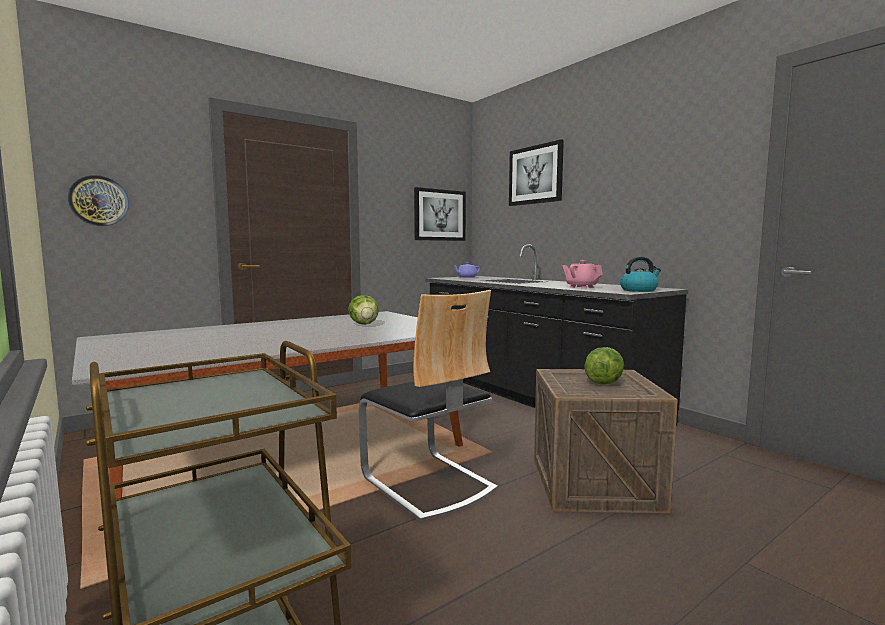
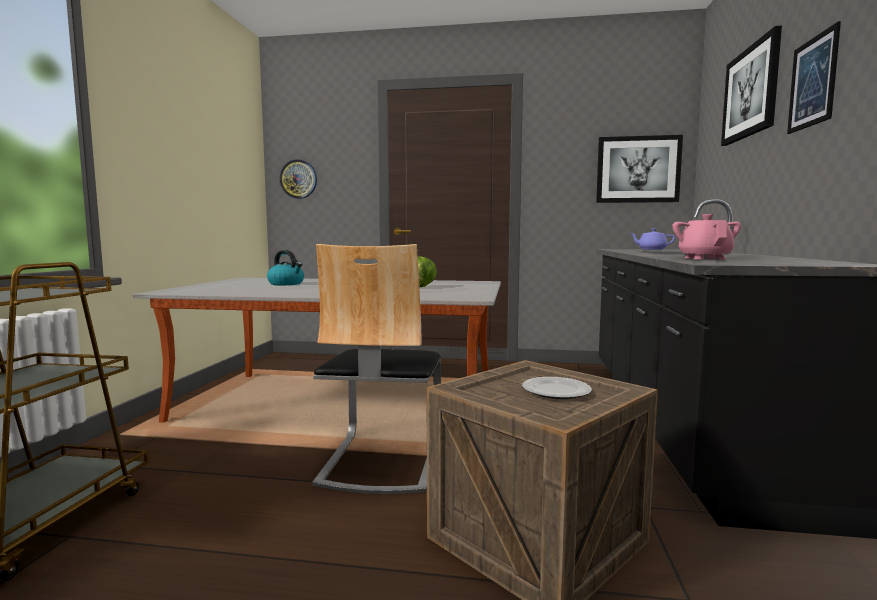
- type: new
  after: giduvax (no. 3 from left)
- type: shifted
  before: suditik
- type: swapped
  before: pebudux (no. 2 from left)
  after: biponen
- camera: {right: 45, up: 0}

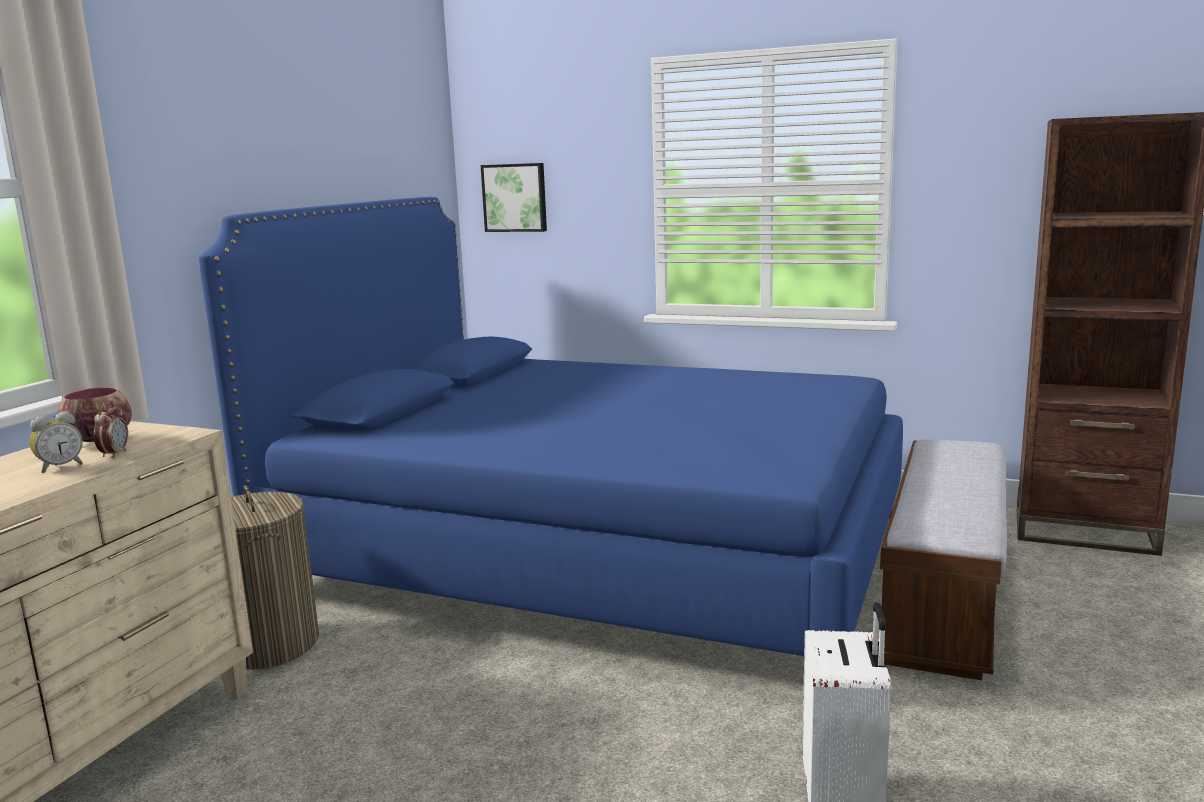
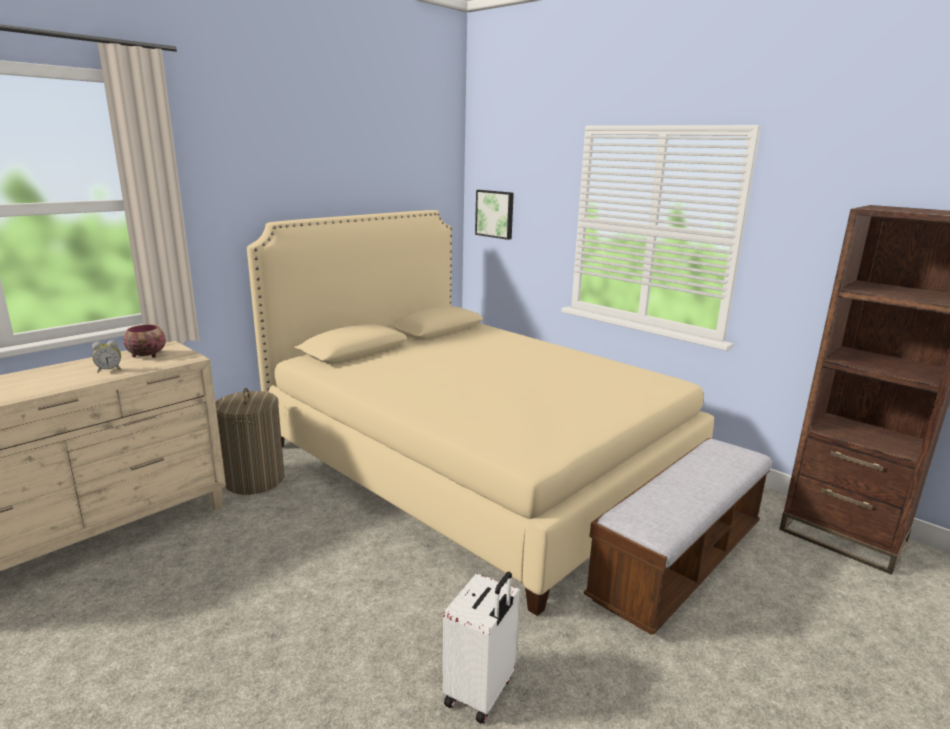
- type: gone
  before: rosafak (no. 2 from left)
- type: repainted
  before: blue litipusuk
  after: beige litipusuk
- camera: {right: 20, up: 5}

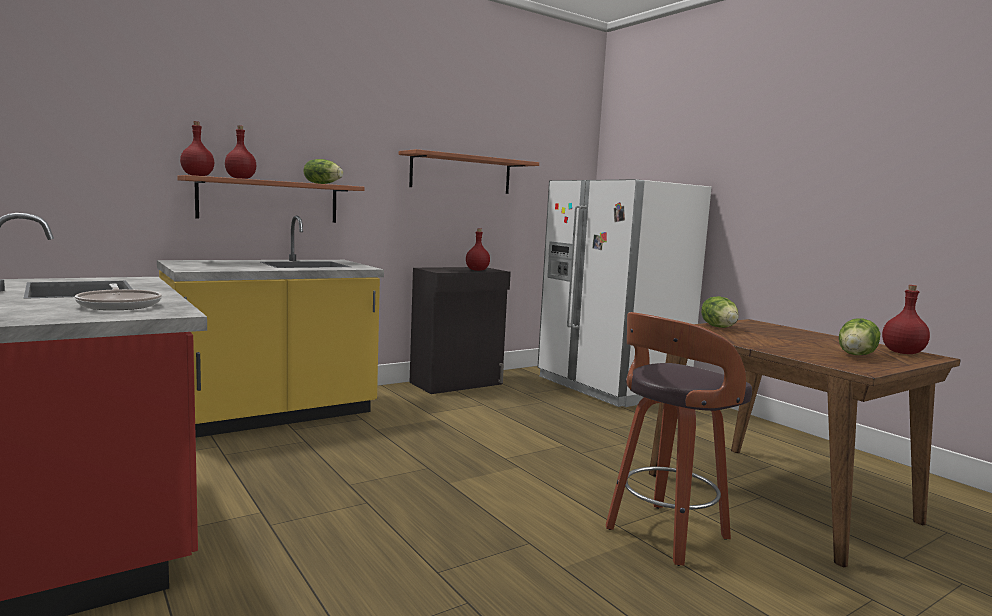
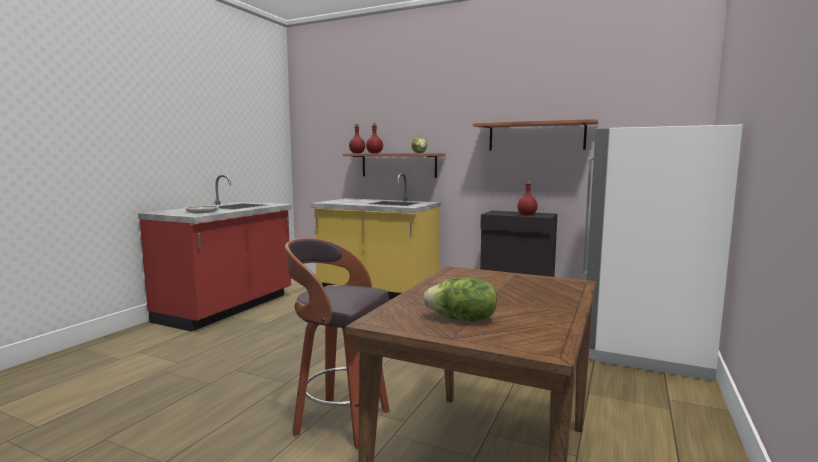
- type: gone
  before: pebudux (no. 2 from left)
- type: gone
  before: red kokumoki (no. 4 from left)
- camera: {right: 60, up: 0}

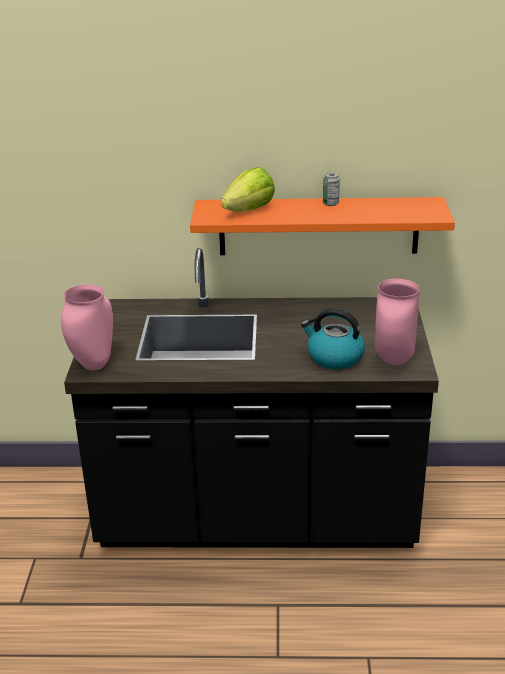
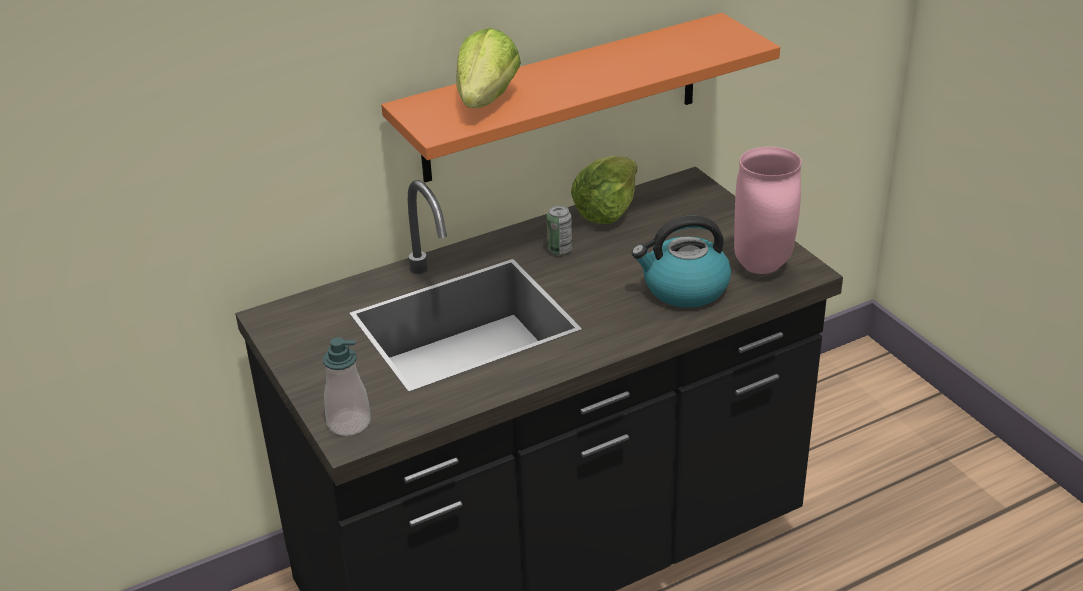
- type: new
  after: pebudux (no. 2 from left)
- type: shifted
  before: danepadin
- type: swapped
  before: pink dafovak (no. 1 from left)
  after: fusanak
- camera: {right: -30, up: 5}

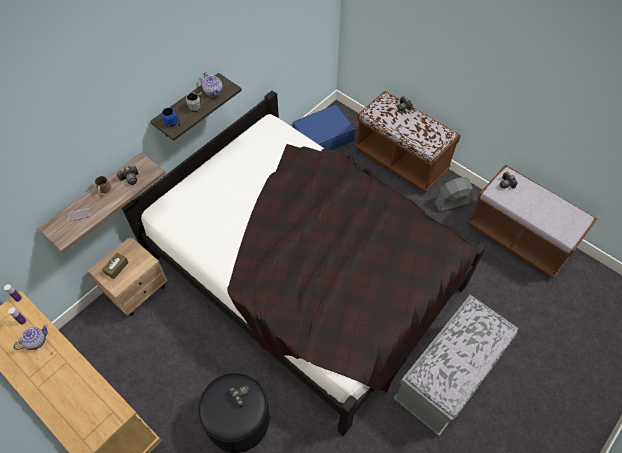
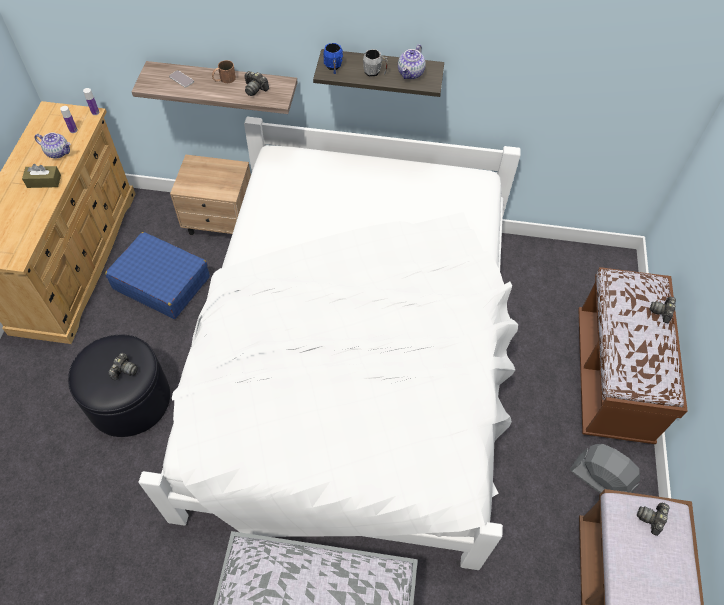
- type: shifted
  before: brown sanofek
- type: shifted
  before: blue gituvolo
- type: repainted
  before: black litipusuk
  after: white litipusuk
- camera: {right: 55, up: 0}

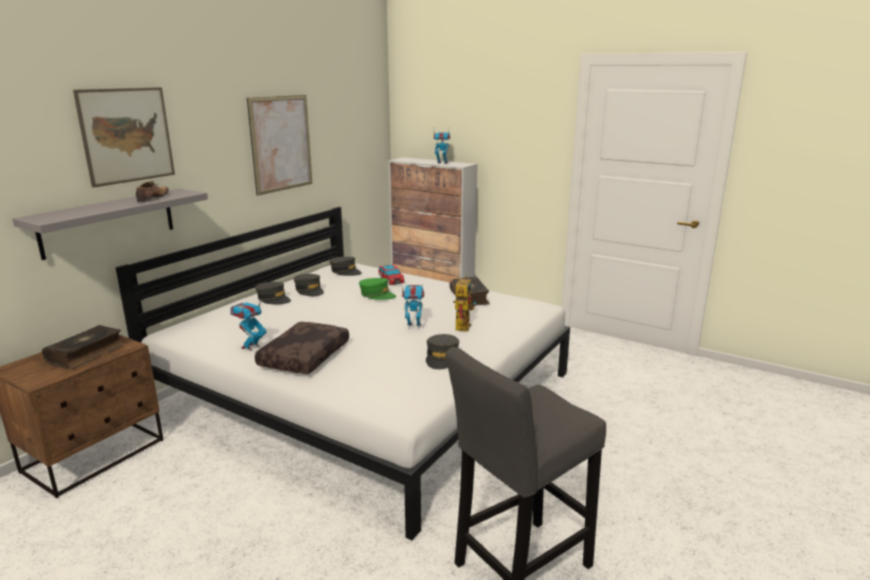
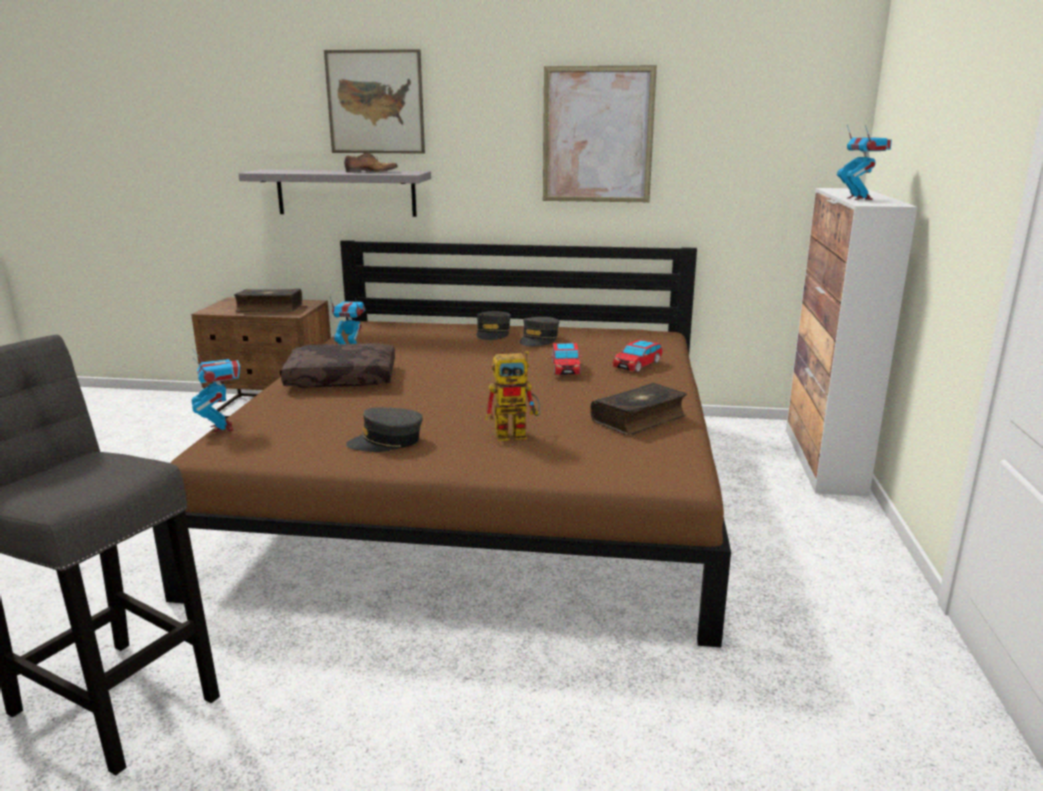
- type: gone
  before: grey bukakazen (no. 3 from left)
- type: shifted
  before: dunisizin (no. 2 from left in the first image)
  after: dunisizin (no. 1 from left)
- type: swapped
  before: green bukakazen
  after: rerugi (no. 1 from left)
- type: repainted
  before: white litipusuk
  after: brown litipusuk
- camera: {right: 65, up: 0}

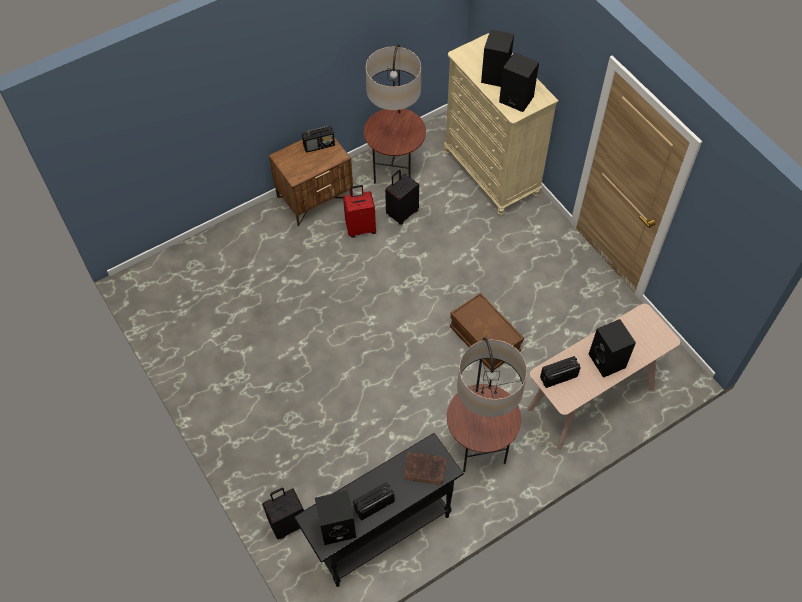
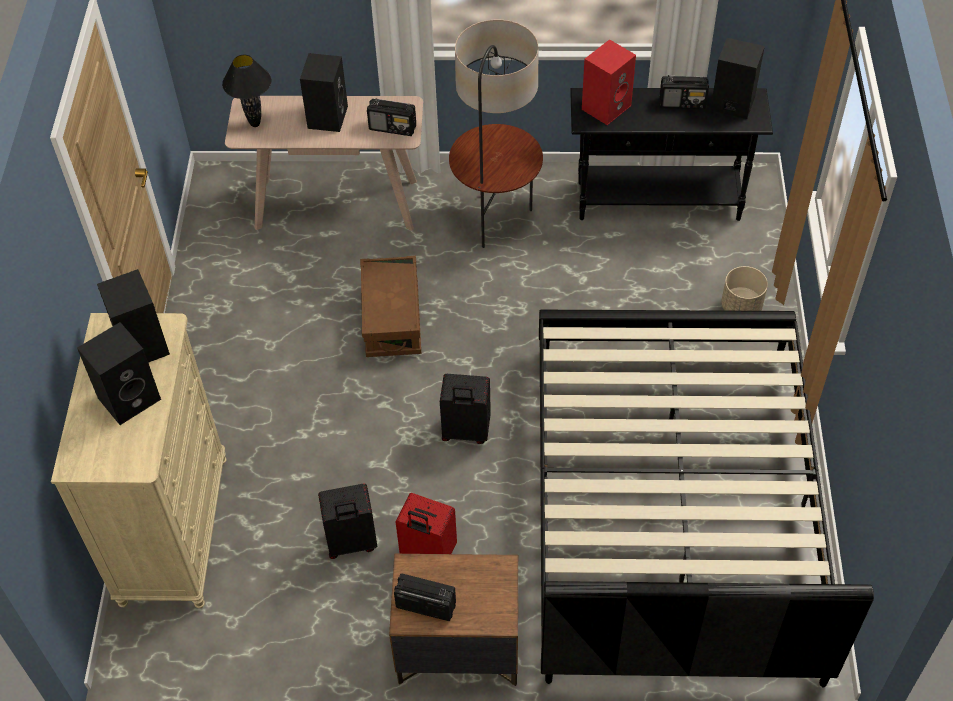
- type: gone
  before: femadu (no. 1 from left)
- type: new
  after: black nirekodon
- type: new
  after: black litipusuk
- type: new
  after: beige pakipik
- type: shifted
  before: black gituvolo (no. 1 from left in the first image)
  after: black gituvolo (no. 2 from left)
- type: swapped
  before: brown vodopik
  after: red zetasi
- camera: {right: -145, up: -5}

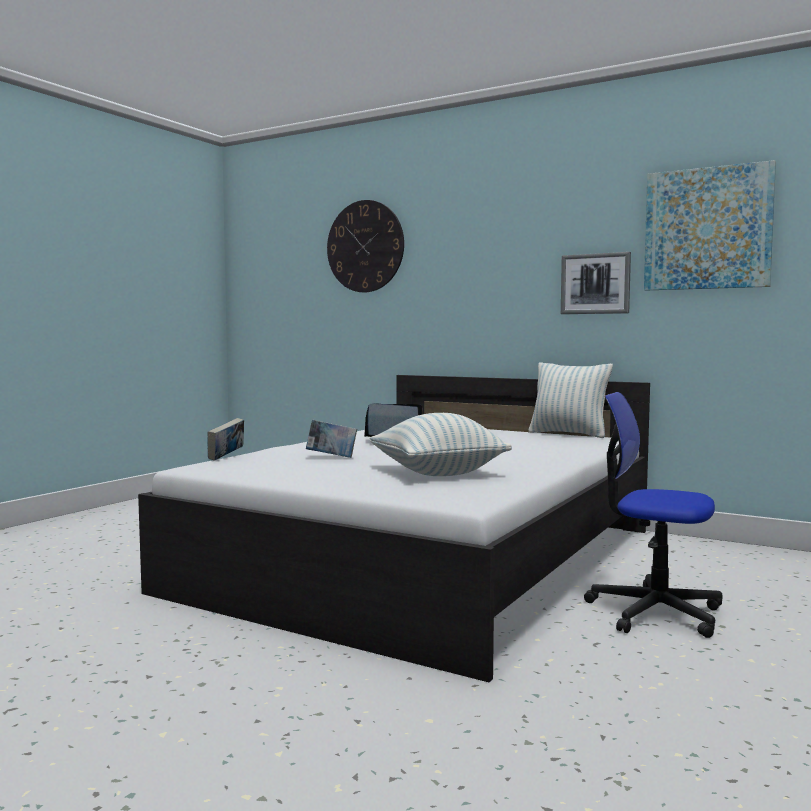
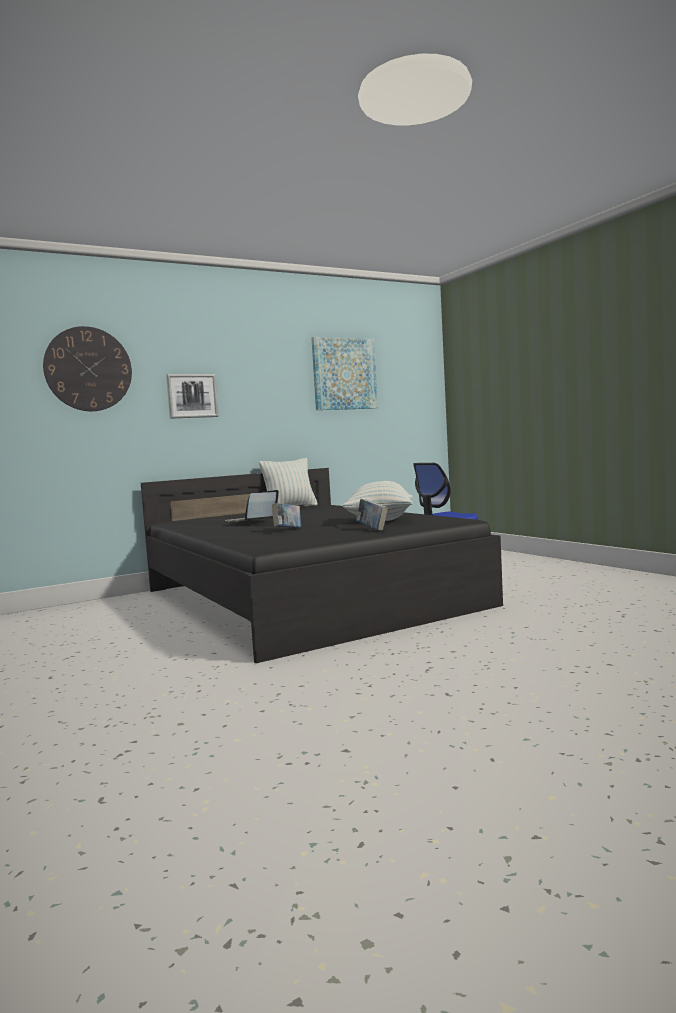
- type: shifted
  before: vodopik (no. 1 from left in the first image)
  after: vodopik (no. 2 from left)
- type: shifted
  before: giduvax (no. 1 from left)
- type: repainted
  before: white litipusuk
  after: black litipusuk
- camera: {right: -60, up: 0}

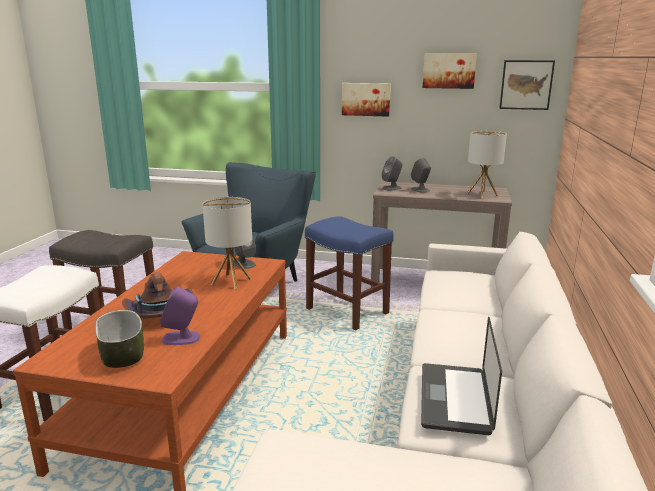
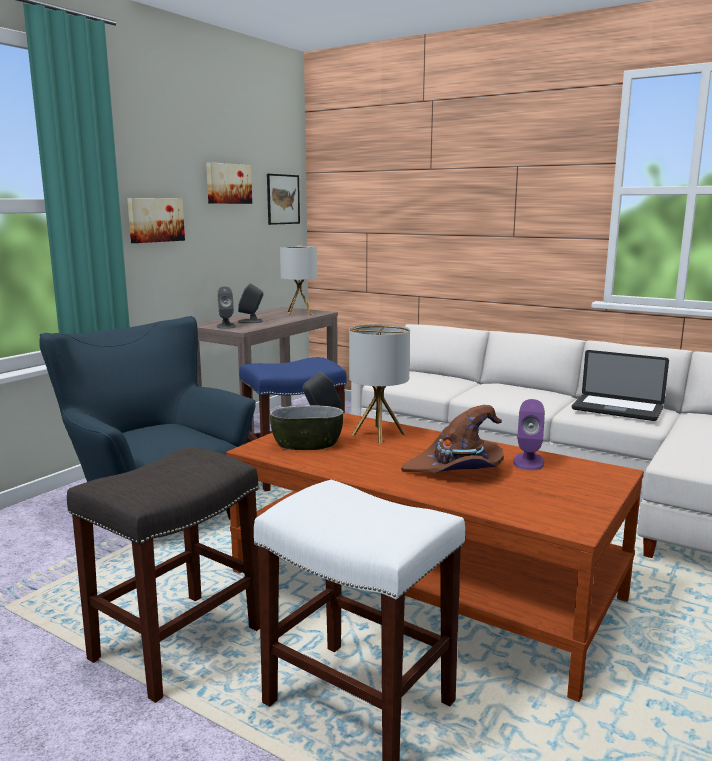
- type: shifted
  before: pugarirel
- camera: {right: -70, up: -5}

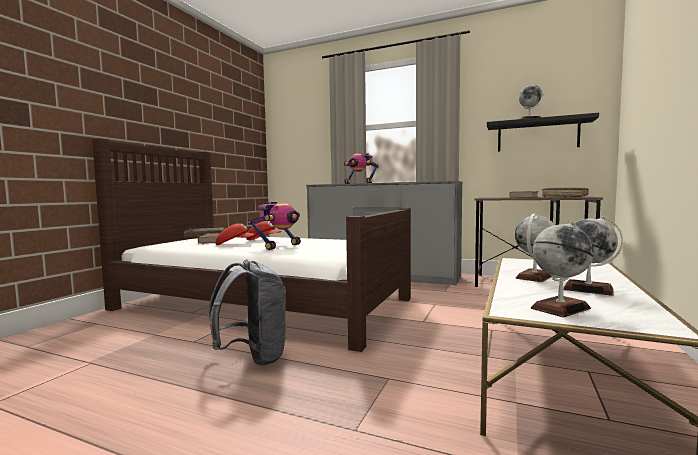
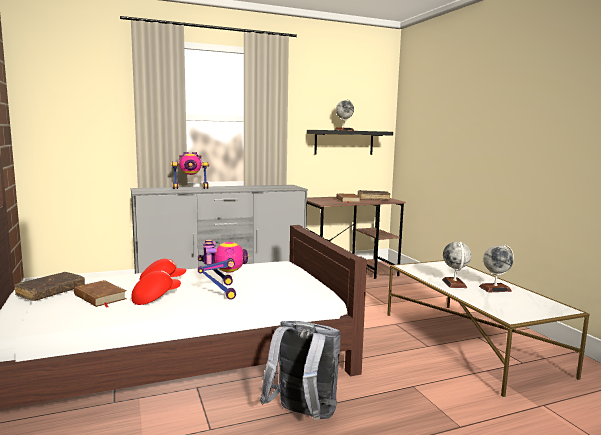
- type: gone
  before: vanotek (no. 3 from left)
- camera: {right: -45, up: 5}

